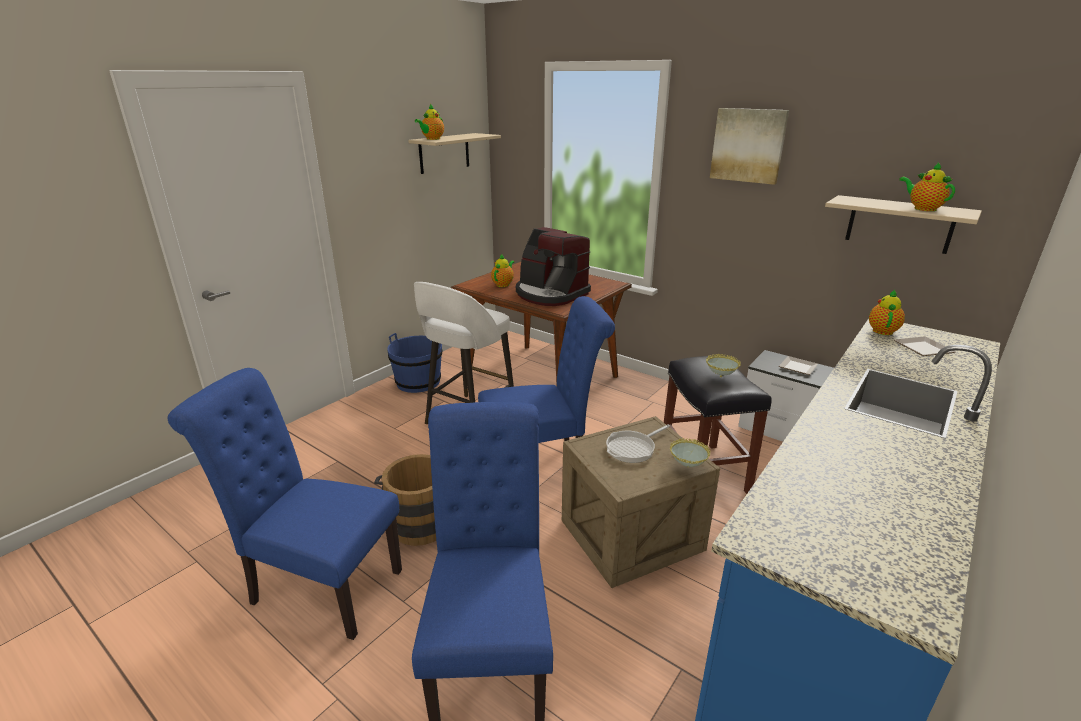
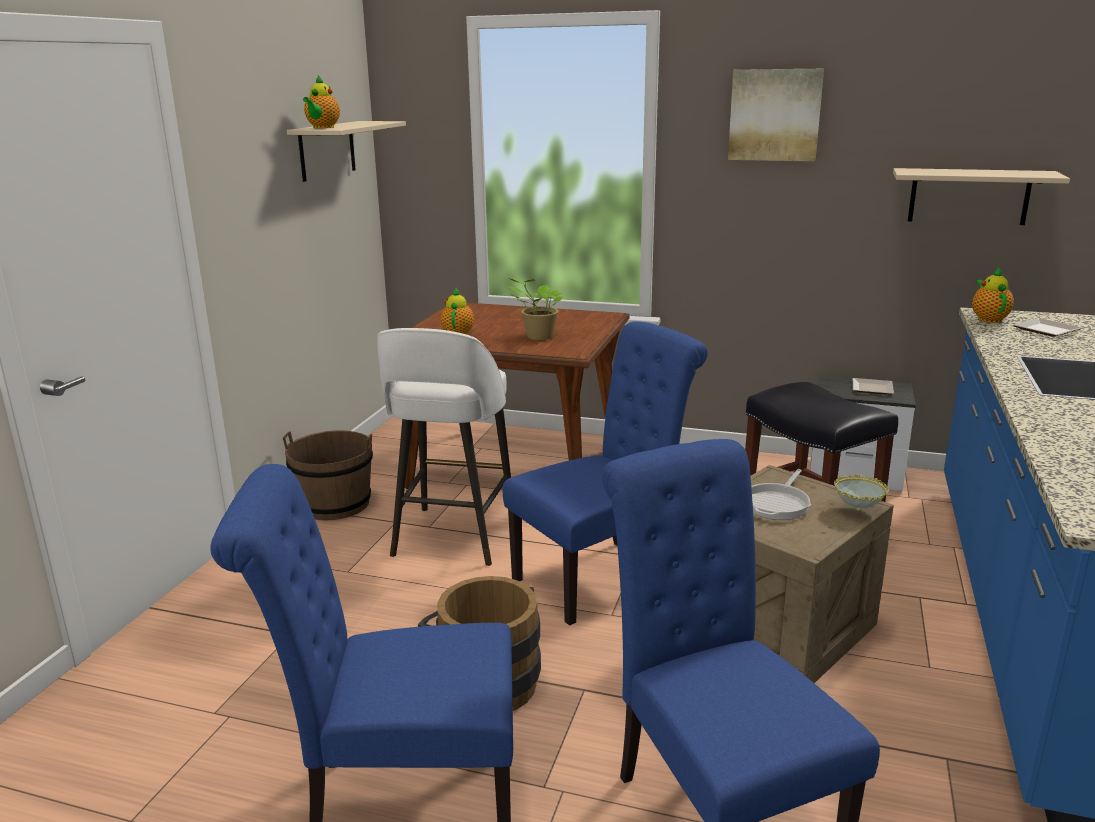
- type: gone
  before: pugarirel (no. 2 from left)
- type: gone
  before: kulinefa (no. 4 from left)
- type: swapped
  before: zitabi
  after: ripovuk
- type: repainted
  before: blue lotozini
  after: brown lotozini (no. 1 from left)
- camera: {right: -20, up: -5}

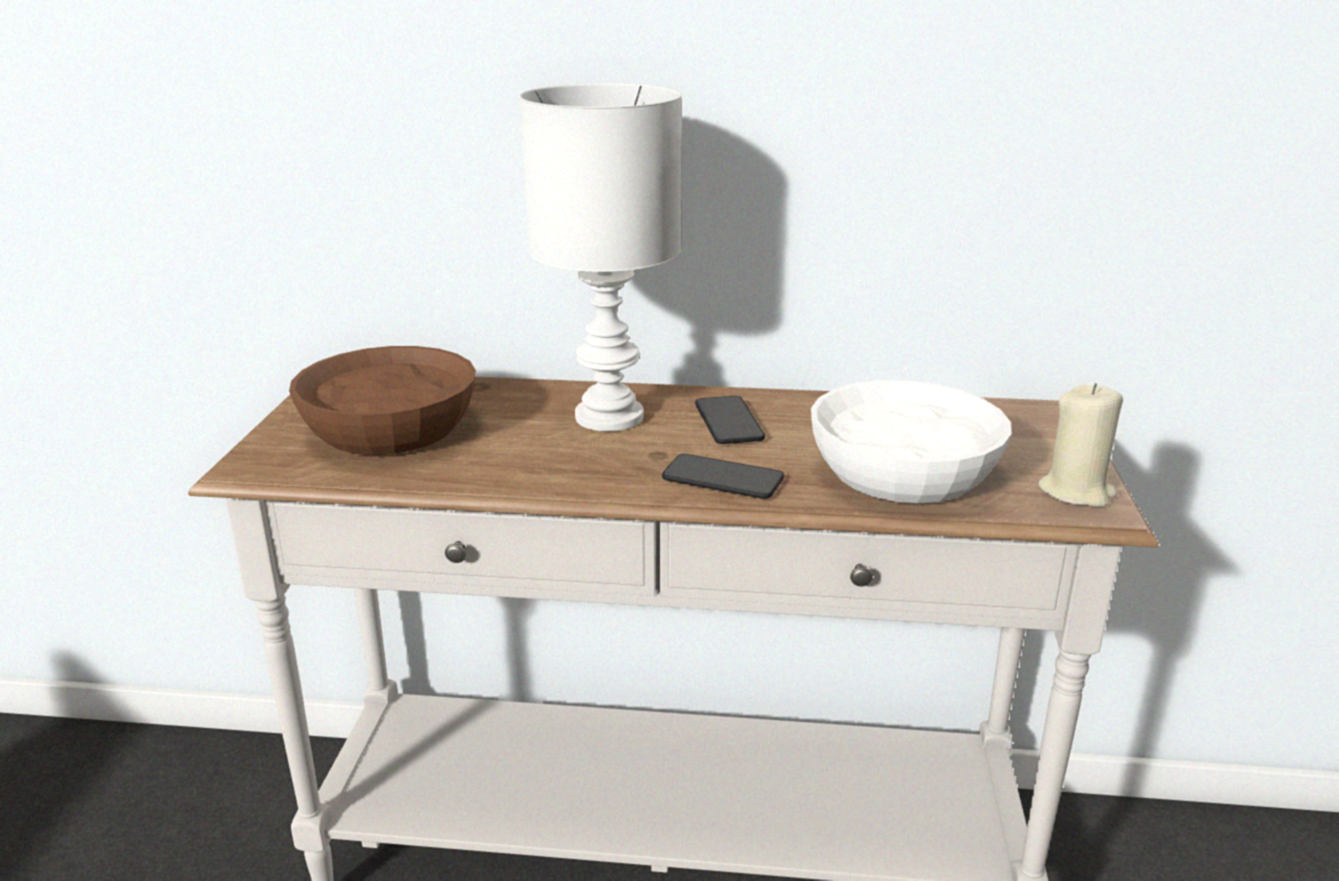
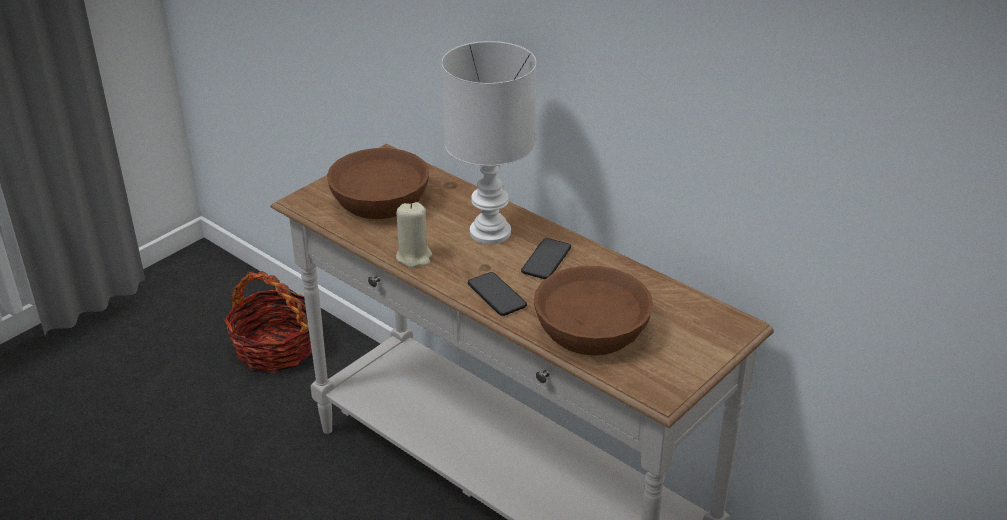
- type: new
  after: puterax
- type: shifted
  before: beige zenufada
- type: repainted
  before: white pugarirel
  after: brown pugarirel (no. 2 from left)
- camera: {right: 35, up: 10}

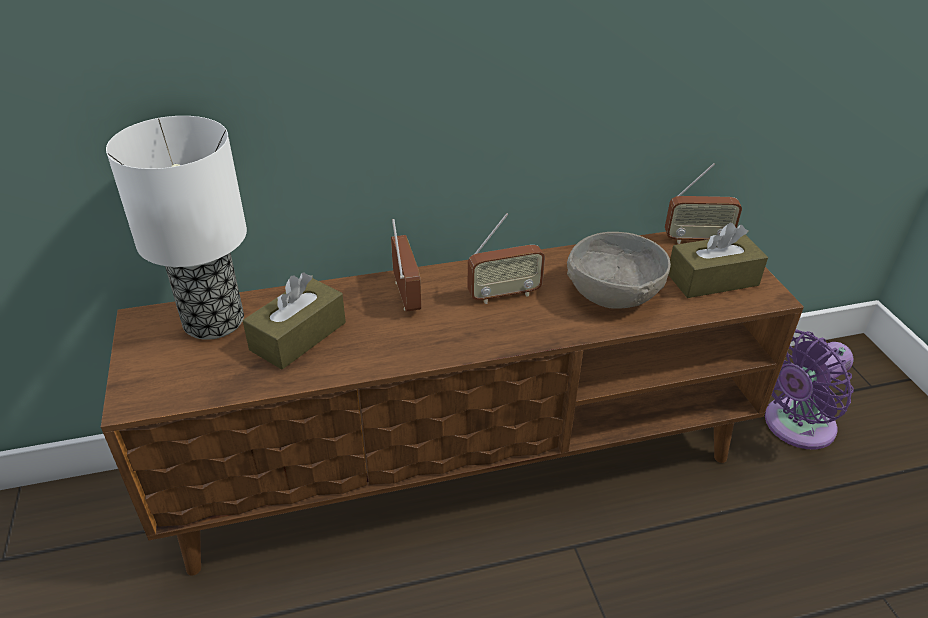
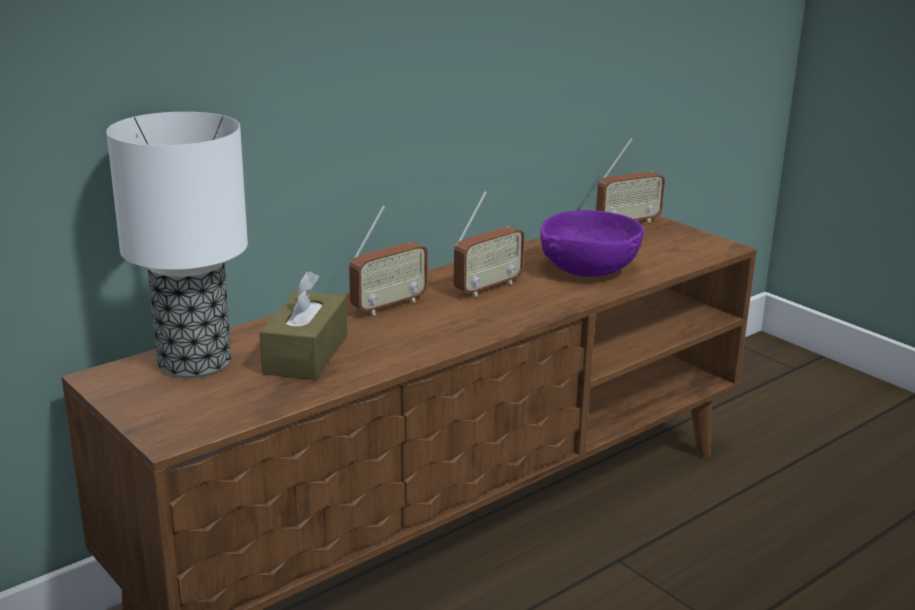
- type: gone
  before: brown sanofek (no. 2 from left)
- type: gone
  before: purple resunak
- type: repainted
  before: grey pugarirel
  after: purple pugarirel
- type: rotated
  before: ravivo (no. 1 from left)
  turn: 90
- camera: {right: -25, up: -15}

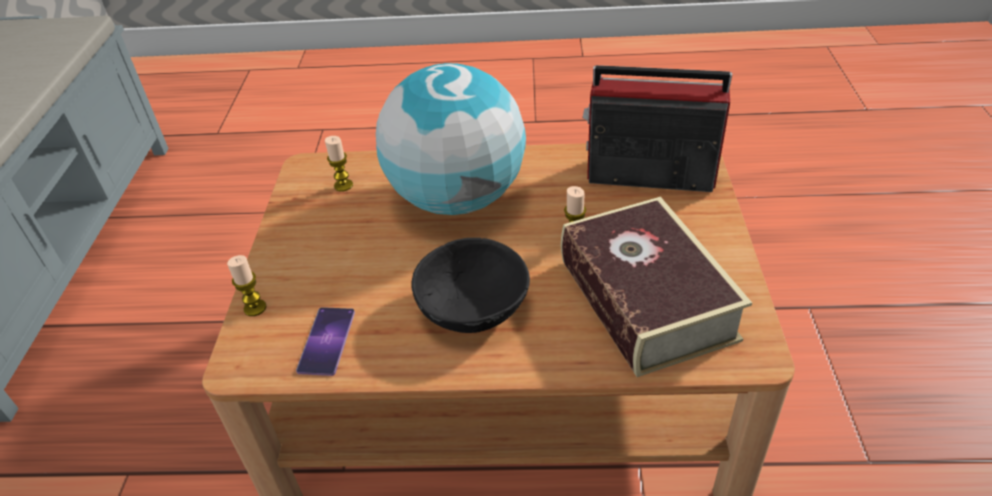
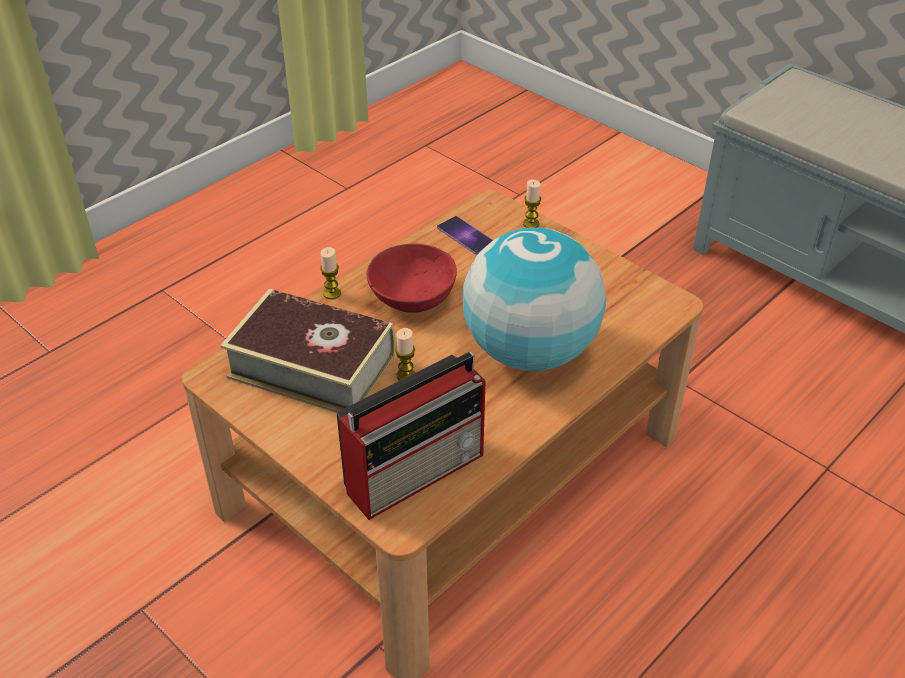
- type: shifted
  before: zenufada (no. 2 from left in the first image)
  after: zenufada (no. 1 from left)
- type: repainted
  before: black pugarirel
  after: red pugarirel
- camera: {right: 130, up: 0}

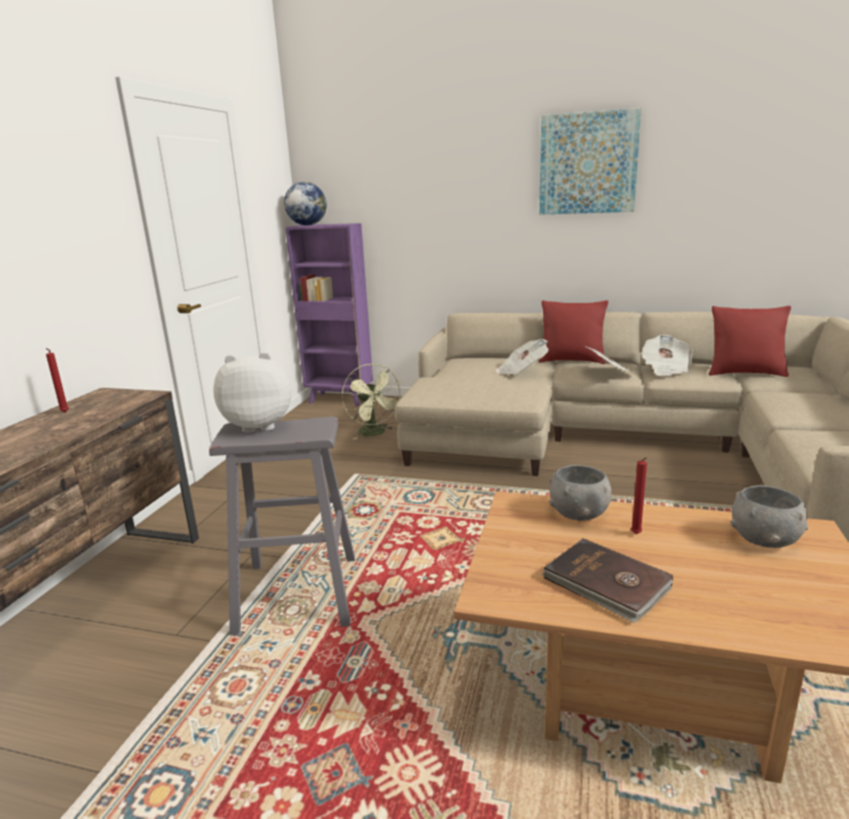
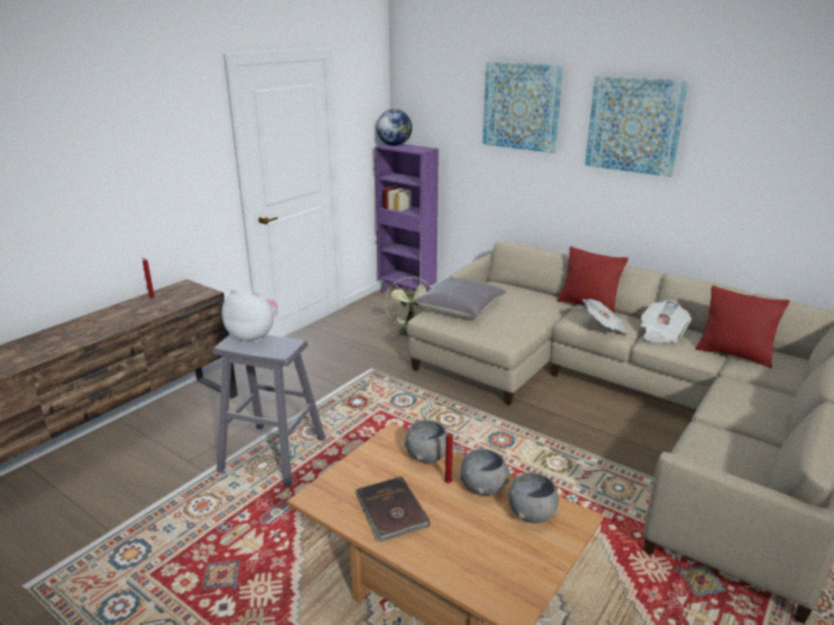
- type: gone
  before: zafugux (no. 1 from left)
- type: new
  after: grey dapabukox
- type: new
  after: grey pugarirel (no. 2 from left)
- type: new
  after: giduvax (no. 1 from left)
- camera: {right: 20, up: 5}

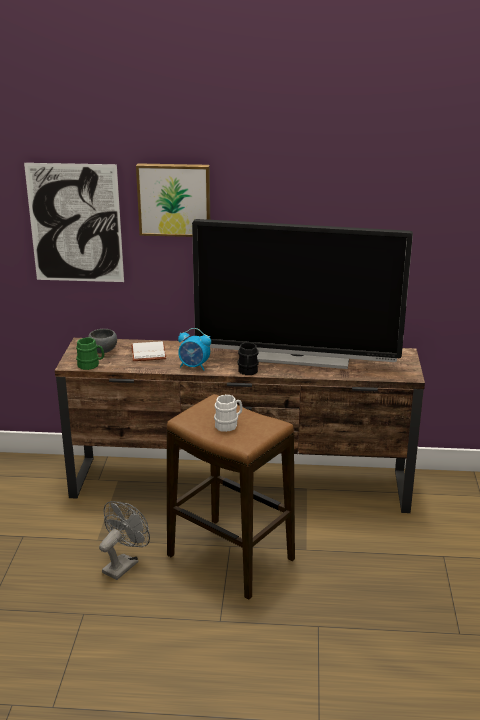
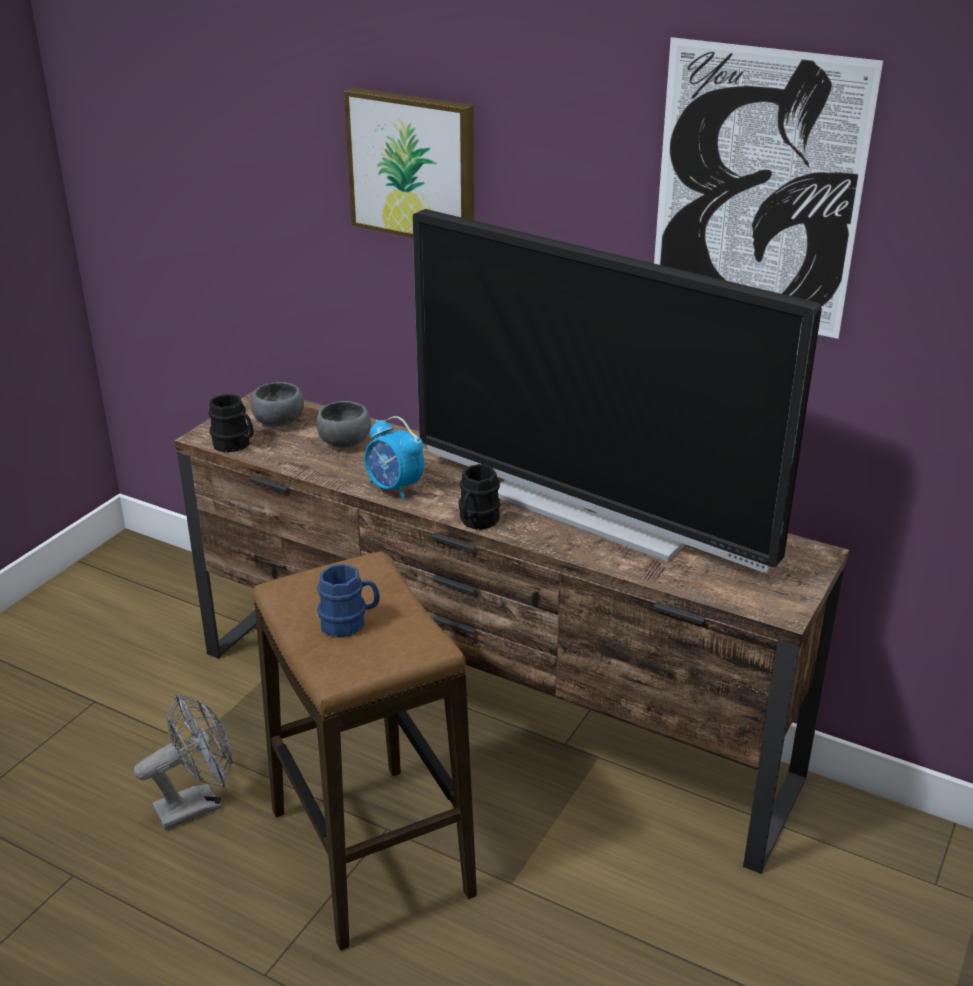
- type: shifted
  before: giduvax (no. 1 from left in the first image)
  after: giduvax (no. 2 from left)
- type: swapped
  before: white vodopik
  after: grey pugarirel (no. 2 from left)
- type: repainted
  before: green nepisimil
  after: black nepisimil (no. 1 from left)
- type: repainted
  before: white nepisimil
  after: blue nepisimil
- camera: {right: 25, up: 5}

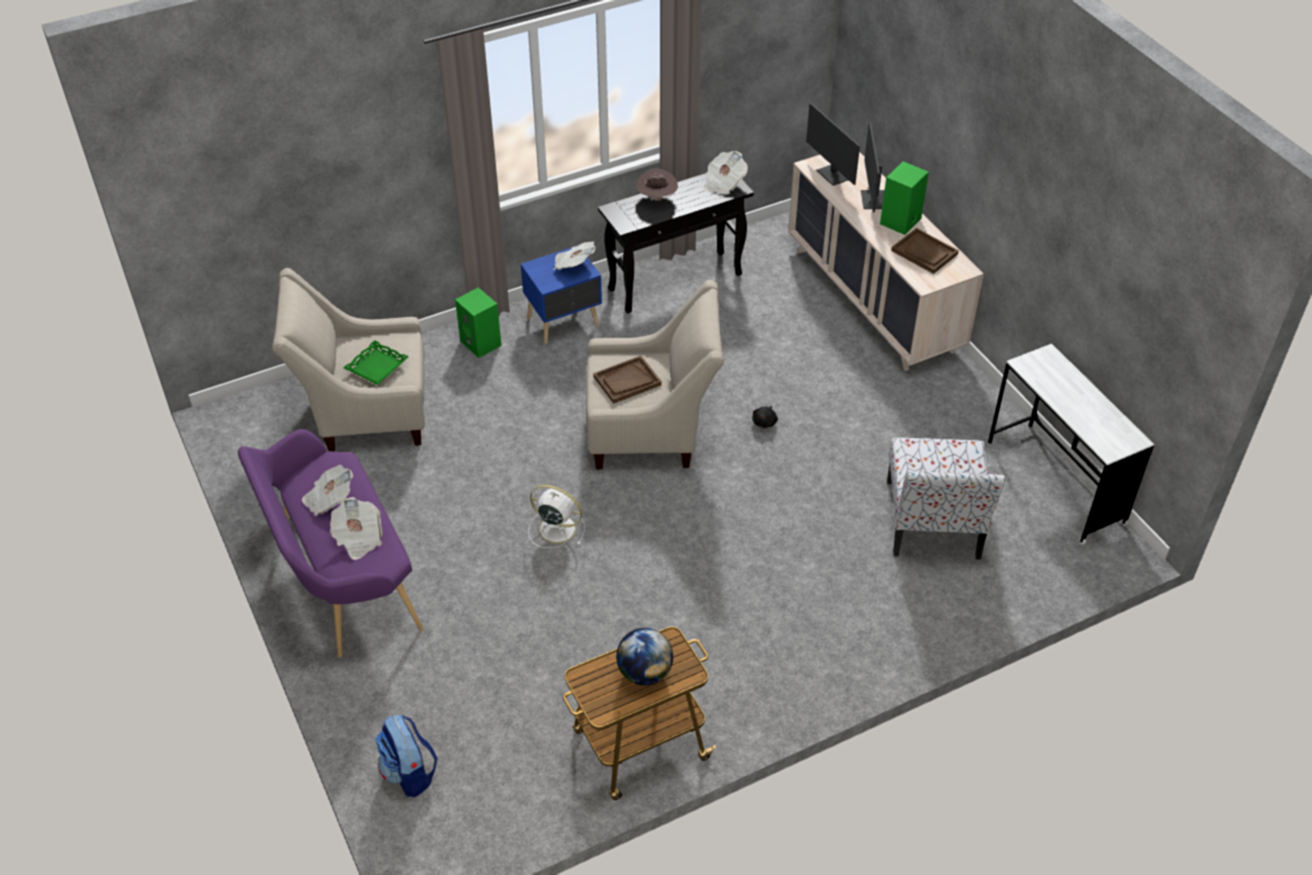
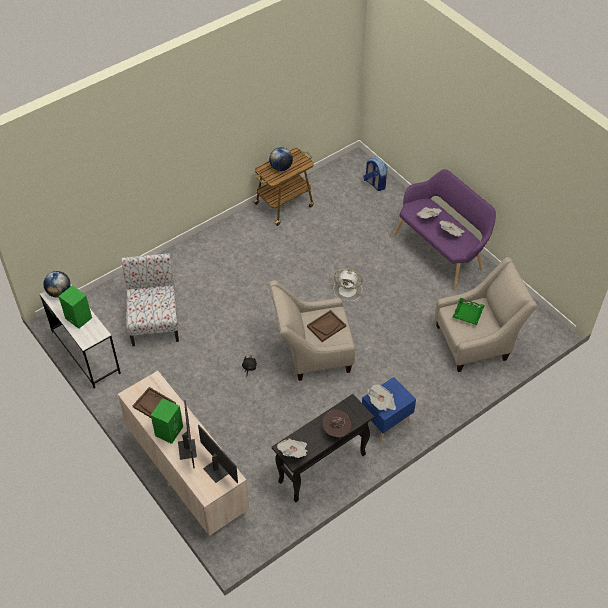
- type: new
  after: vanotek (no. 1 from left)
- type: shifted
  before: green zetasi (no. 1 from left)
- camera: {right: 170, up: 5}

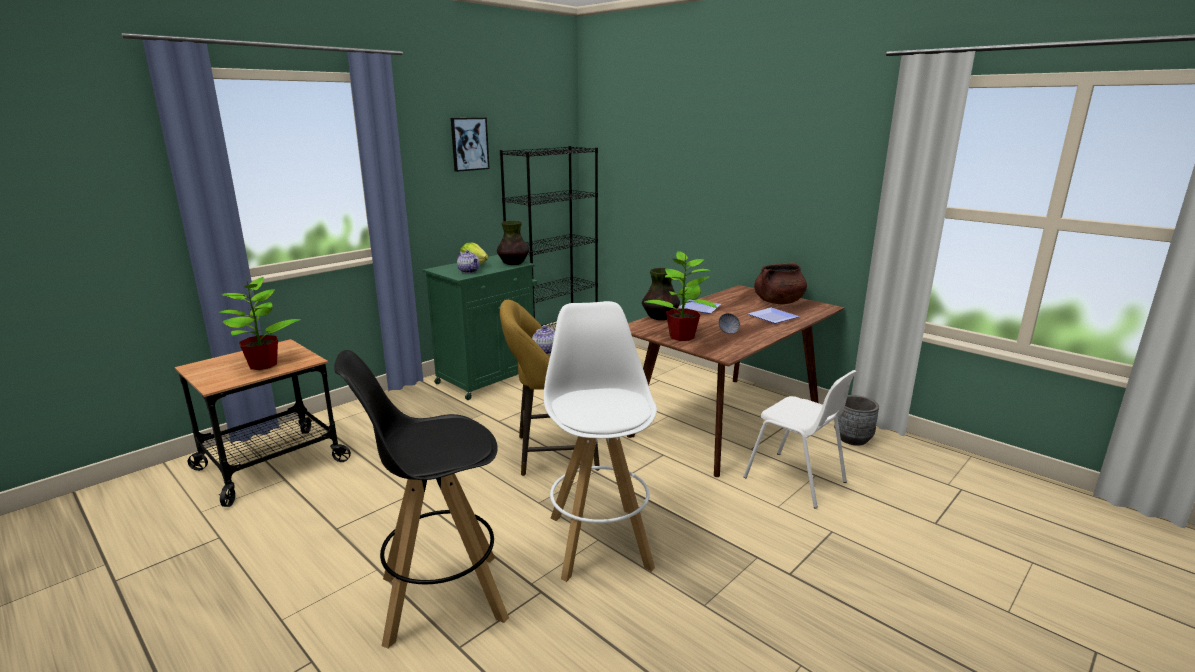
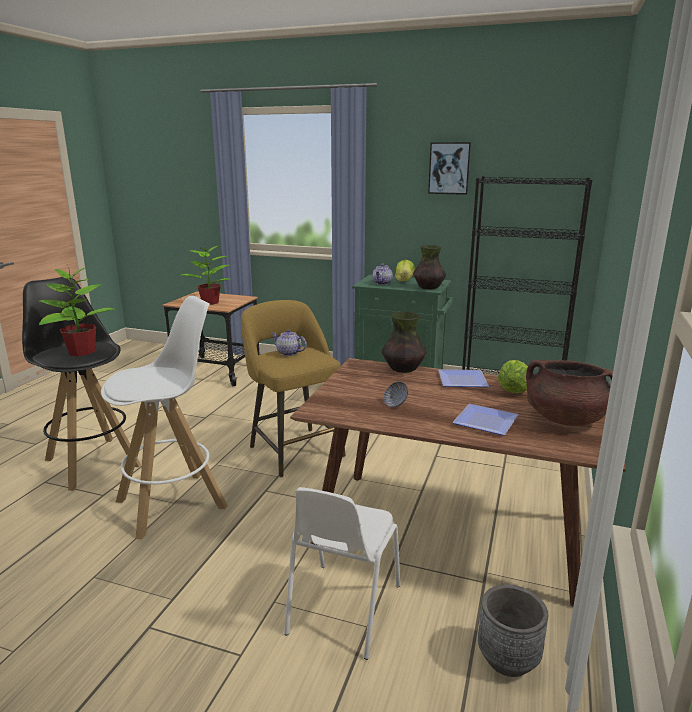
- type: new
  after: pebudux (no. 2 from left)
- type: shifted
  before: ripovuk (no. 2 from left in the first image)
  after: ripovuk (no. 1 from left)
- camera: {right: 65, up: 0}

